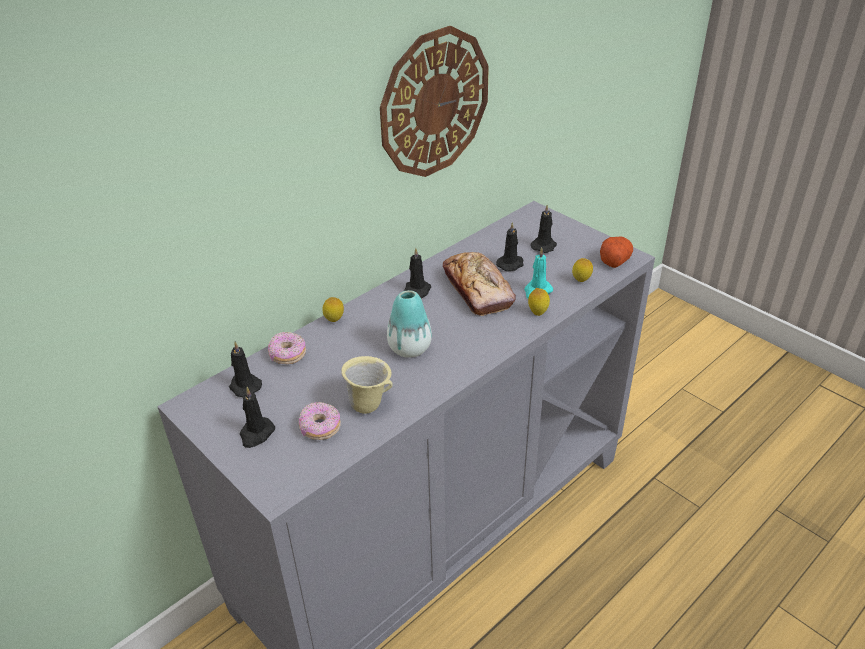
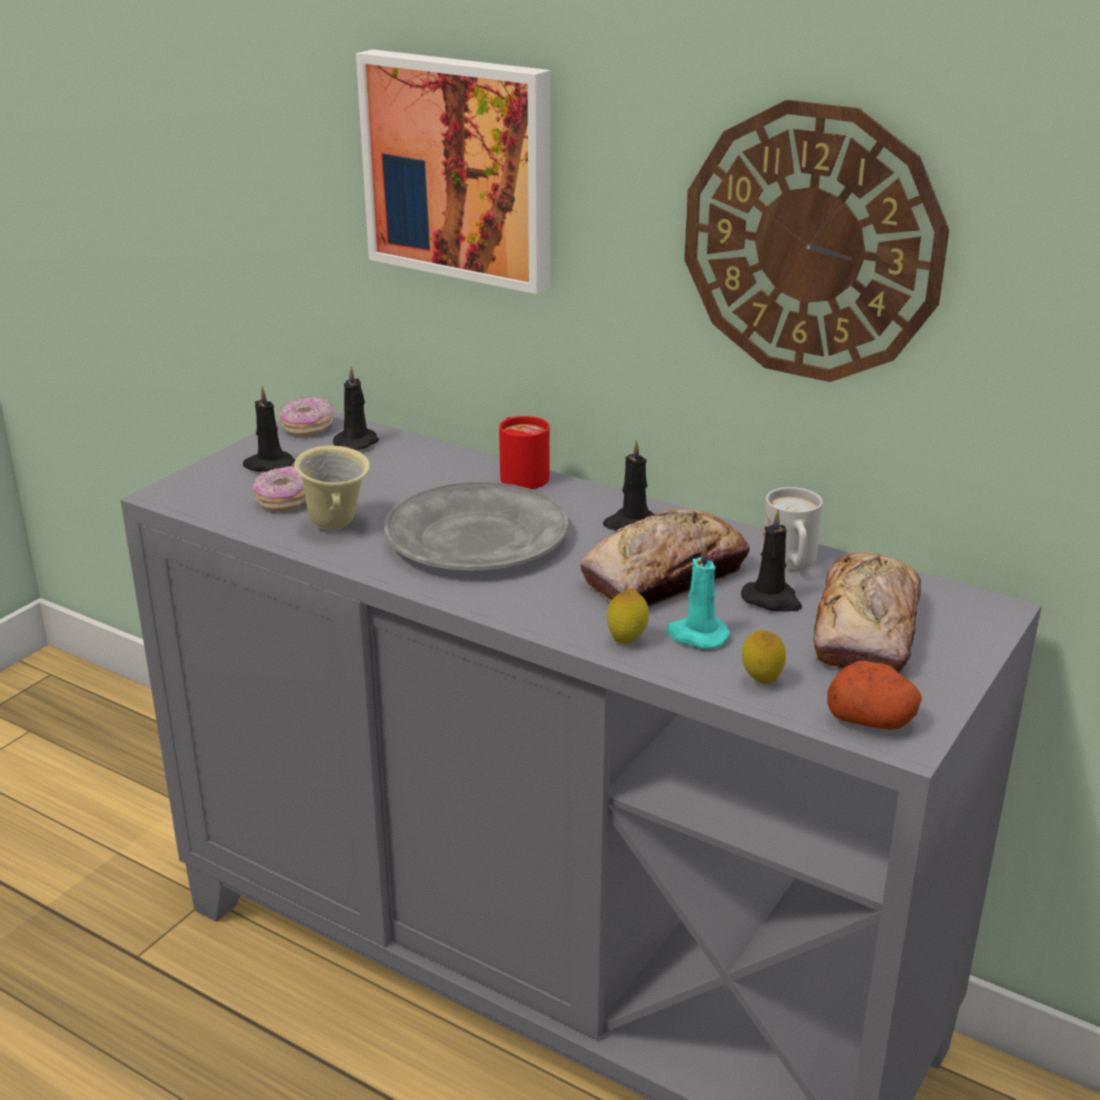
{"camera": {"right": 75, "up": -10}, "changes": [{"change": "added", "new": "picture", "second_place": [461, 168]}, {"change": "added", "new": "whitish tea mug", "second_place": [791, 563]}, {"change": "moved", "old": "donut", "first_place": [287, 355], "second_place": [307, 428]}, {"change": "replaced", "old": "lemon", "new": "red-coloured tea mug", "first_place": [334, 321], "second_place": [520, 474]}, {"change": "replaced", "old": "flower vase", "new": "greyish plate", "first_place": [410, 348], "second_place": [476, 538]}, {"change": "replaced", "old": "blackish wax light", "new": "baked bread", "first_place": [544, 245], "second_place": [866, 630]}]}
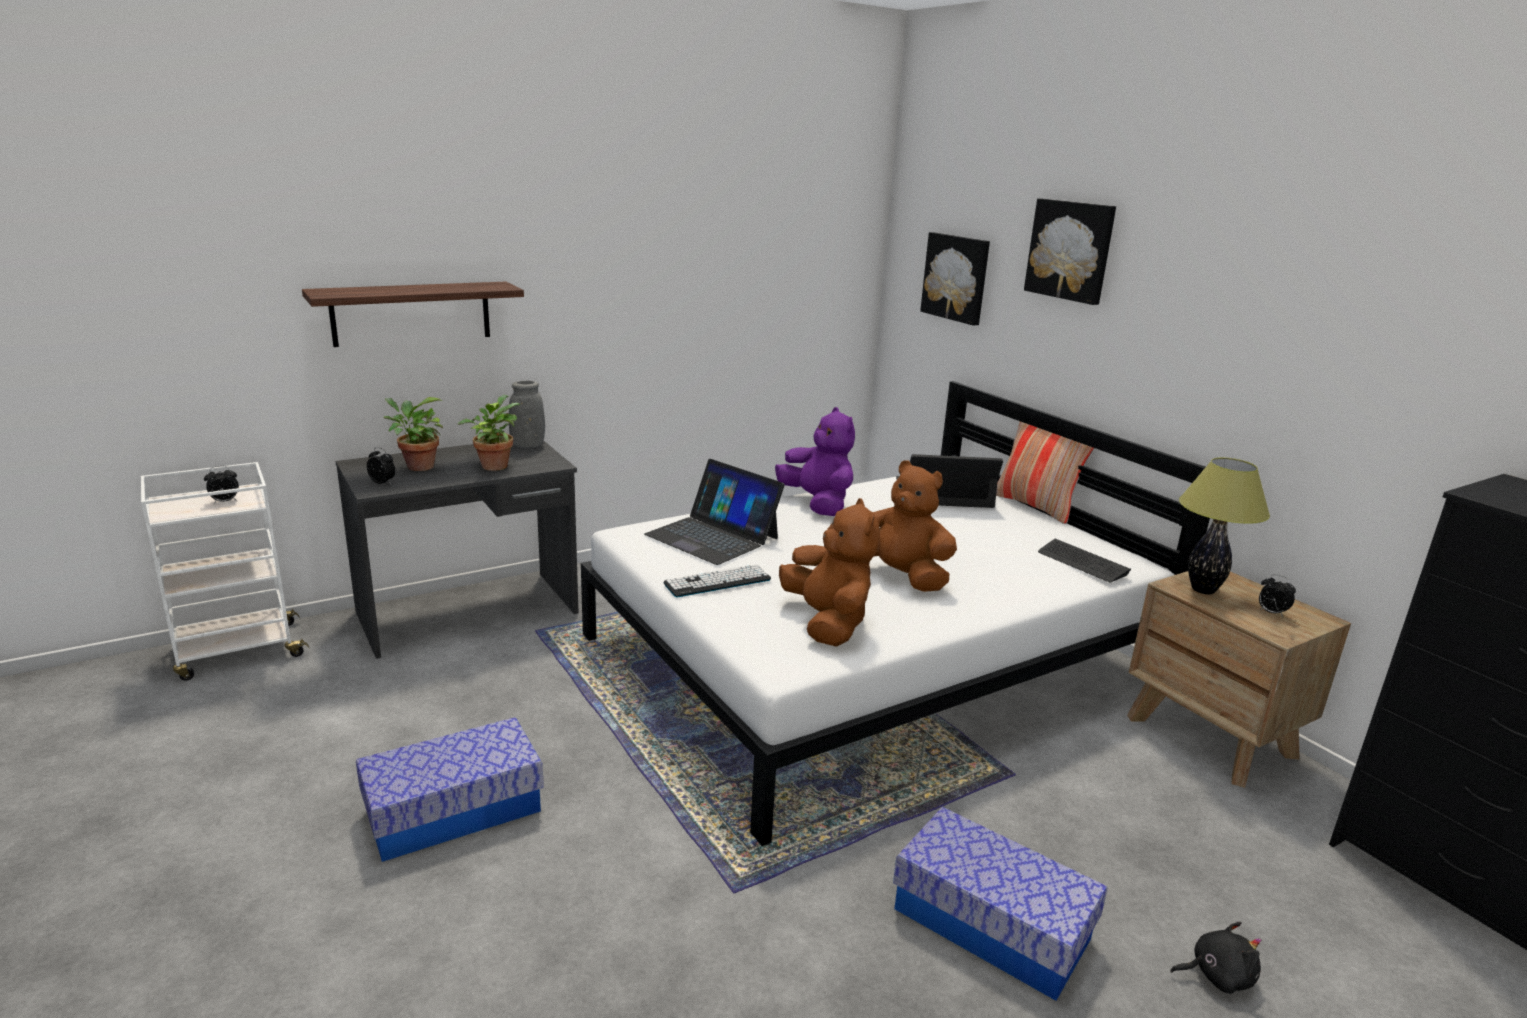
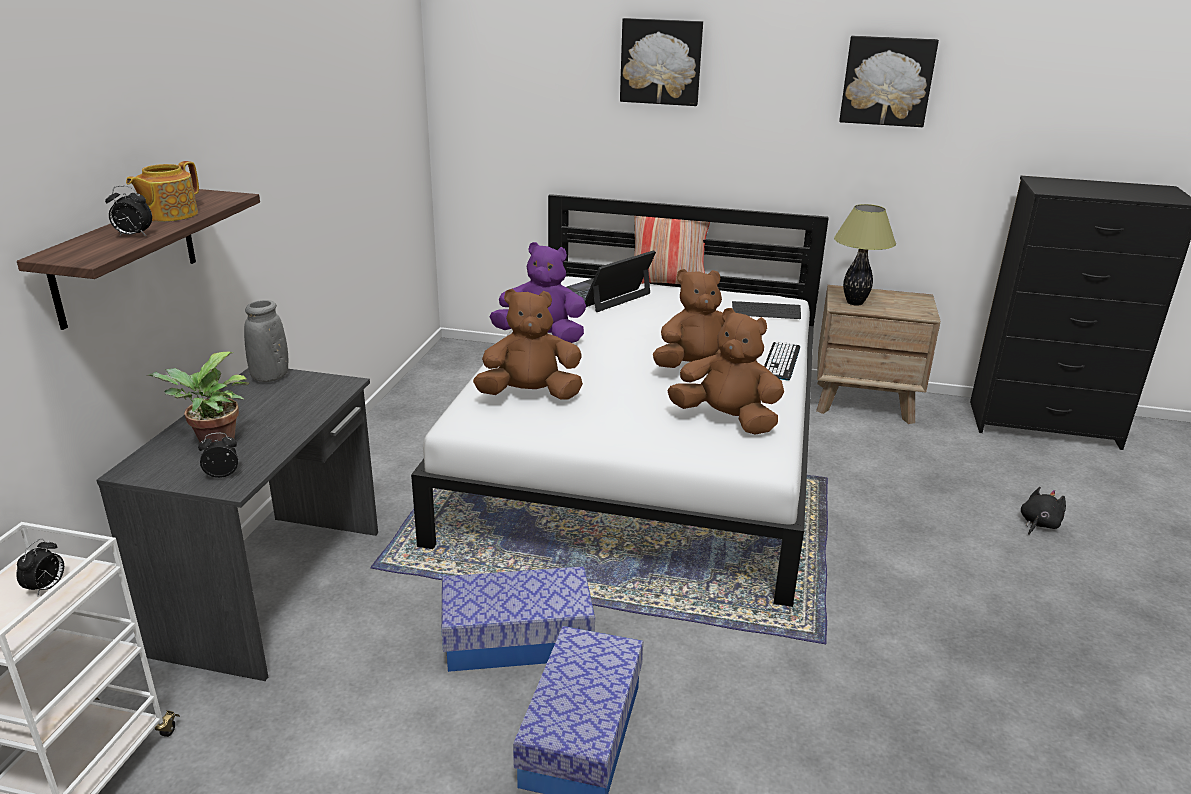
{"camera": {"right": -45, "up": 5}, "changes": [{"change": "removed", "old": "plant in a pot", "first_place": [494, 465]}, {"change": "added", "new": "tea pot", "second_place": [168, 215]}, {"change": "moved", "old": "keyboard", "first_place": [717, 582], "second_place": [781, 361]}, {"change": "moved", "old": "storage box", "first_place": [991, 924], "second_place": [517, 639]}, {"change": "moved", "old": "picture", "first_place": [956, 277], "second_place": [887, 81]}, {"change": "moved", "old": "bedside clock", "first_place": [1271, 613], "second_place": [133, 236]}, {"change": "replaced", "old": "laptop", "new": "brownish cuddly toy", "first_place": [713, 536], "second_place": [530, 395]}]}
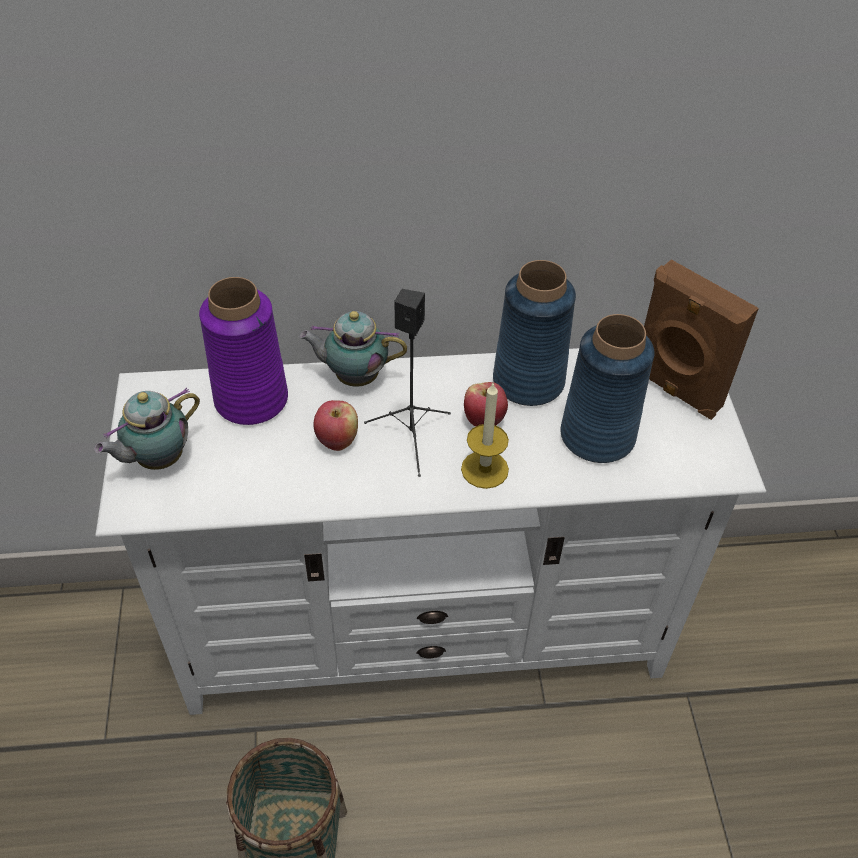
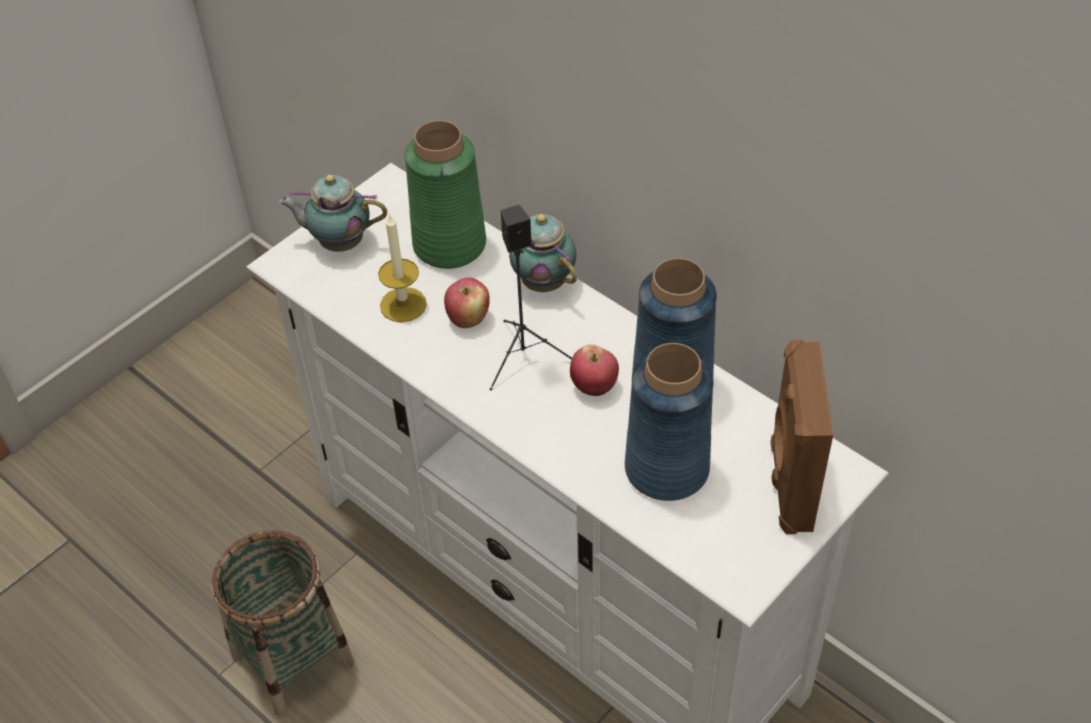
{"camera": {"right": 50, "up": 0}, "changes": [{"change": "moved", "old": "wax light", "first_place": [484, 469], "second_place": [403, 304]}, {"change": "recoloured", "old": "purple flower vase", "new": "greenish flower vase", "first_place": [251, 399], "second_place": [450, 244]}]}
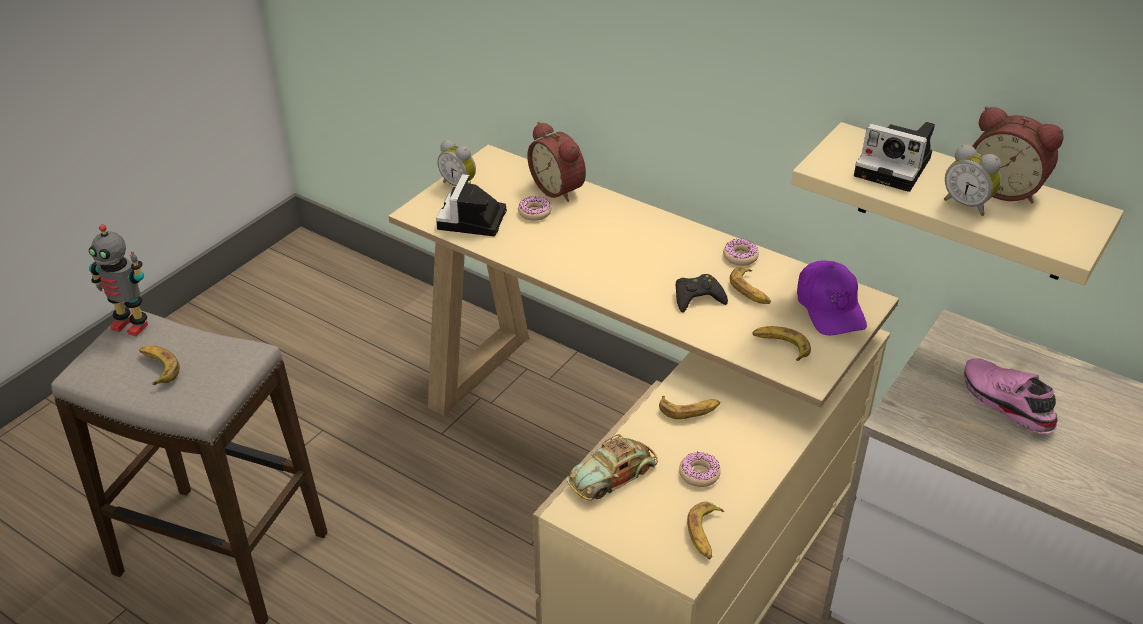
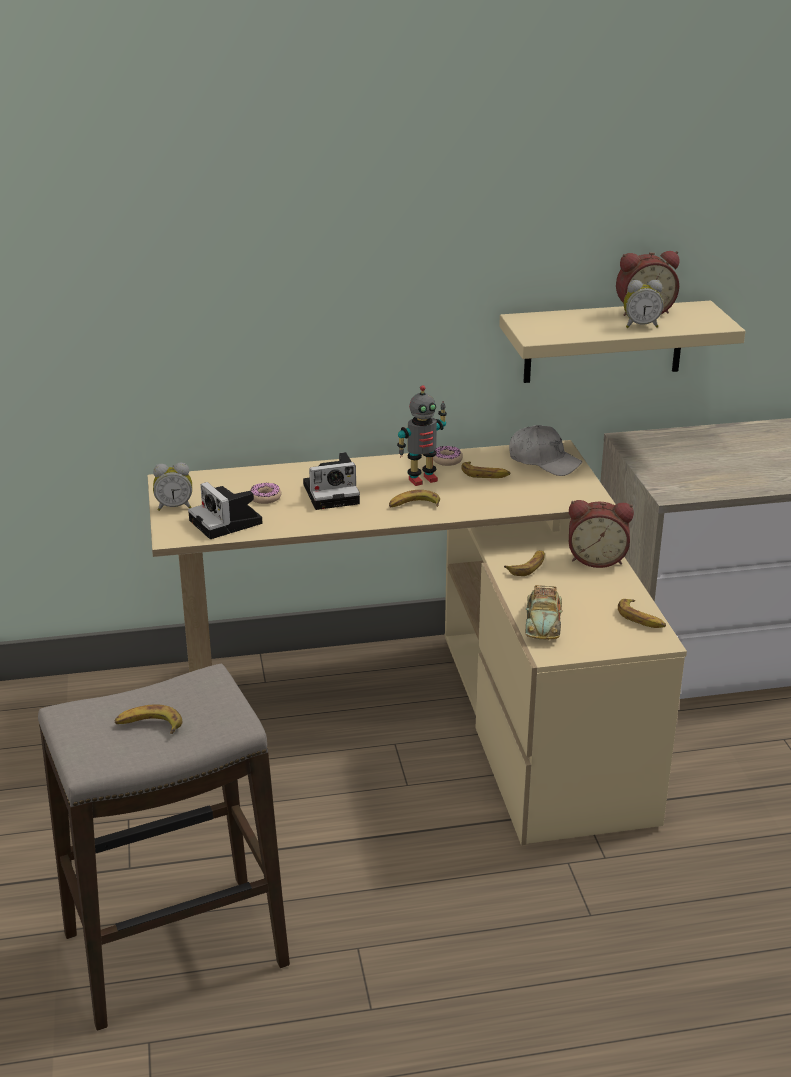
{"camera": {"right": -45, "up": -10}, "changes": [{"change": "removed", "old": "blackish gamepad", "first_place": [697, 297]}, {"change": "removed", "old": "donut", "first_place": [699, 474]}, {"change": "removed", "old": "pinkish shoe", "first_place": [1004, 404]}, {"change": "moved", "old": "robot figure", "first_place": [131, 325], "second_place": [422, 479]}, {"change": "moved", "old": "bedside clock", "first_place": [559, 188], "second_place": [596, 558]}, {"change": "moved", "old": "banana fruit", "first_place": [781, 346], "second_place": [414, 505]}, {"change": "moved", "old": "still camera", "first_place": [896, 167], "second_place": [333, 493]}, {"change": "recoloured", "old": "purple peaked cap", "new": "whitish peaked cap", "first_place": [830, 308], "second_place": [544, 461]}]}
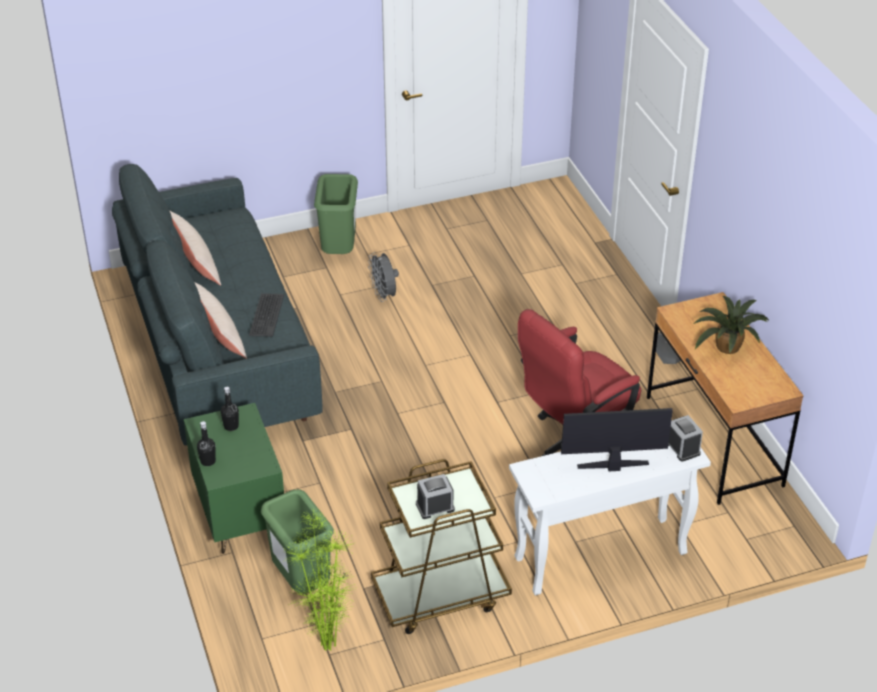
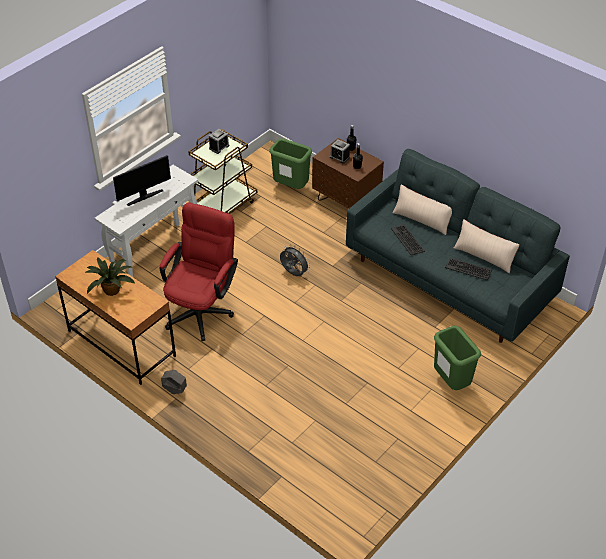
{"camera": {"right": 150, "up": 5}, "changes": [{"change": "removed", "old": "plant in a pot", "first_place": [326, 645]}, {"change": "added", "new": "keyboard", "second_place": [468, 269]}, {"change": "moved", "old": "greyish fan", "first_place": [384, 295], "second_place": [293, 273]}, {"change": "moved", "old": "bedside clock", "first_place": [682, 448], "second_place": [339, 157]}, {"change": "recoloured", "old": "greenish nightstand", "new": "brownish nightstand", "first_place": [240, 517], "second_place": [346, 202]}]}
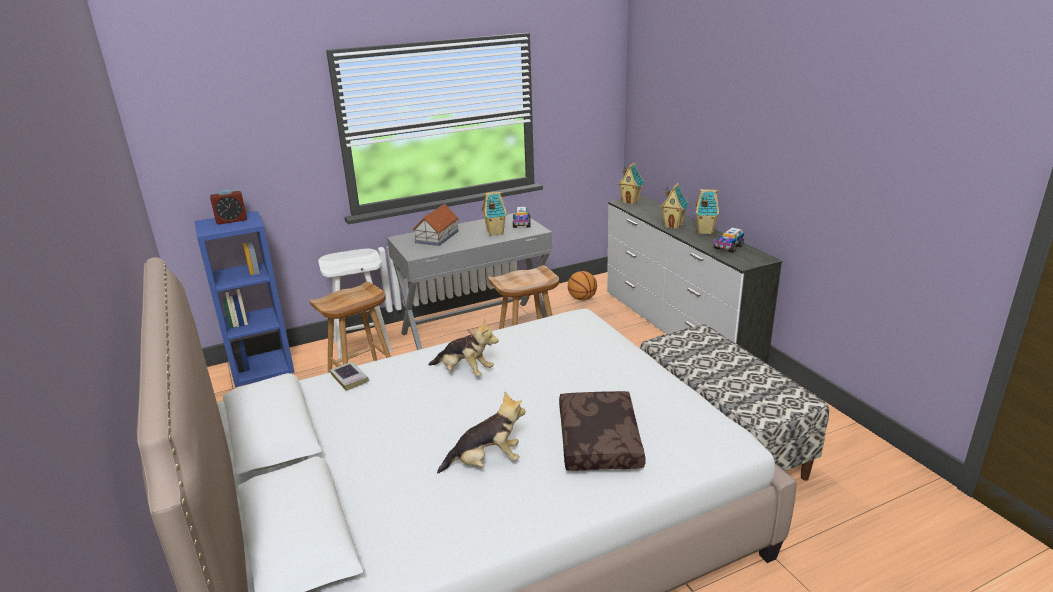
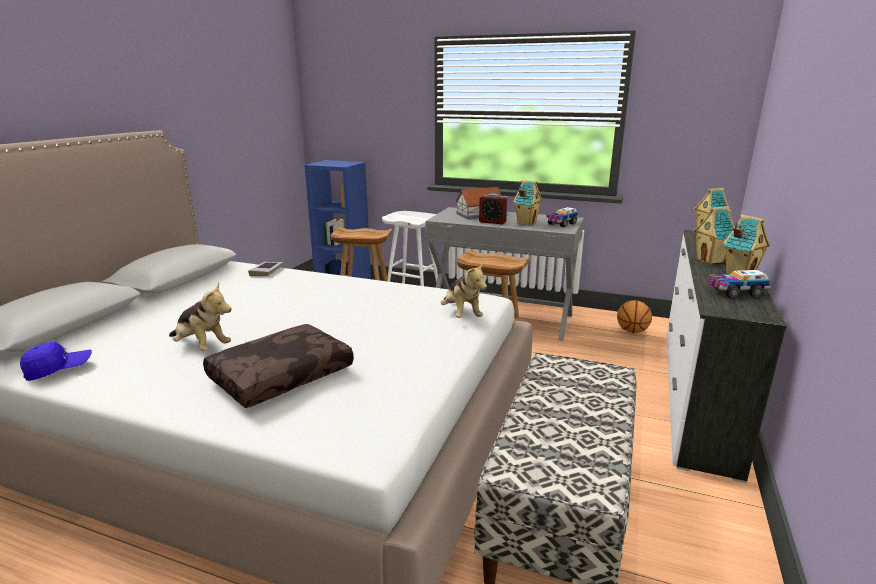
{"camera": {"right": 45, "up": -5}, "changes": [{"change": "added", "new": "blue-coloured peaked cap", "second_place": [59, 370]}, {"change": "moved", "old": "bedside clock", "first_place": [231, 220], "second_place": [492, 222]}, {"change": "moved", "old": "cuddly toy", "first_place": [464, 372], "second_place": [461, 314]}]}
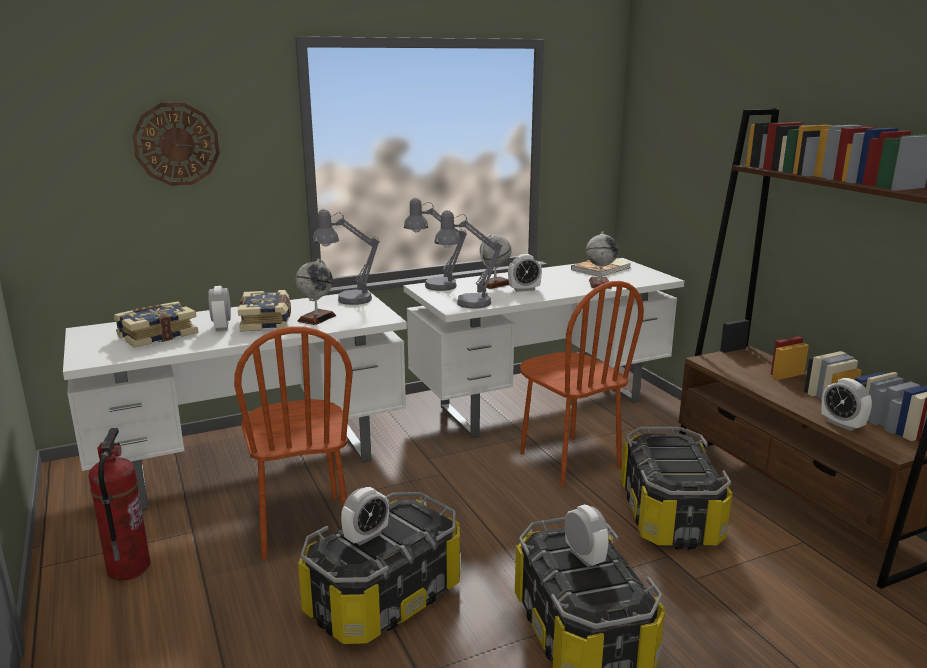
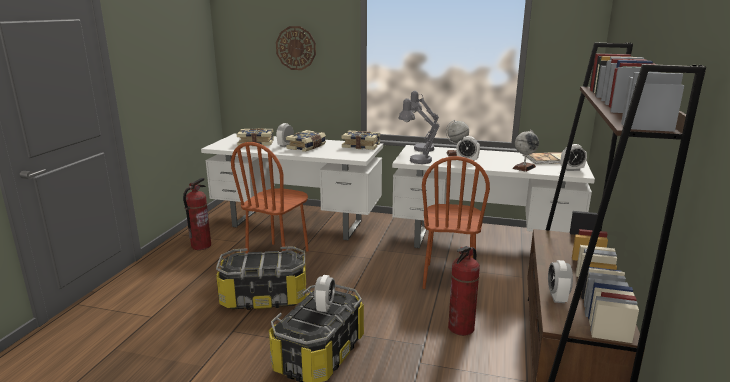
{"camera": {"right": 40, "up": 0}, "changes": [{"change": "removed", "old": "world globe", "first_place": [317, 318]}, {"change": "moved", "old": "bedside clock", "first_place": [366, 536], "second_place": [571, 169]}, {"change": "replaced", "old": "greyish tabletop lamp", "new": "bound book", "first_place": [347, 300], "second_place": [361, 146]}, {"change": "replaced", "old": "storage box", "new": "fire-fighting cylinder", "first_place": [670, 515], "second_place": [461, 328]}]}
